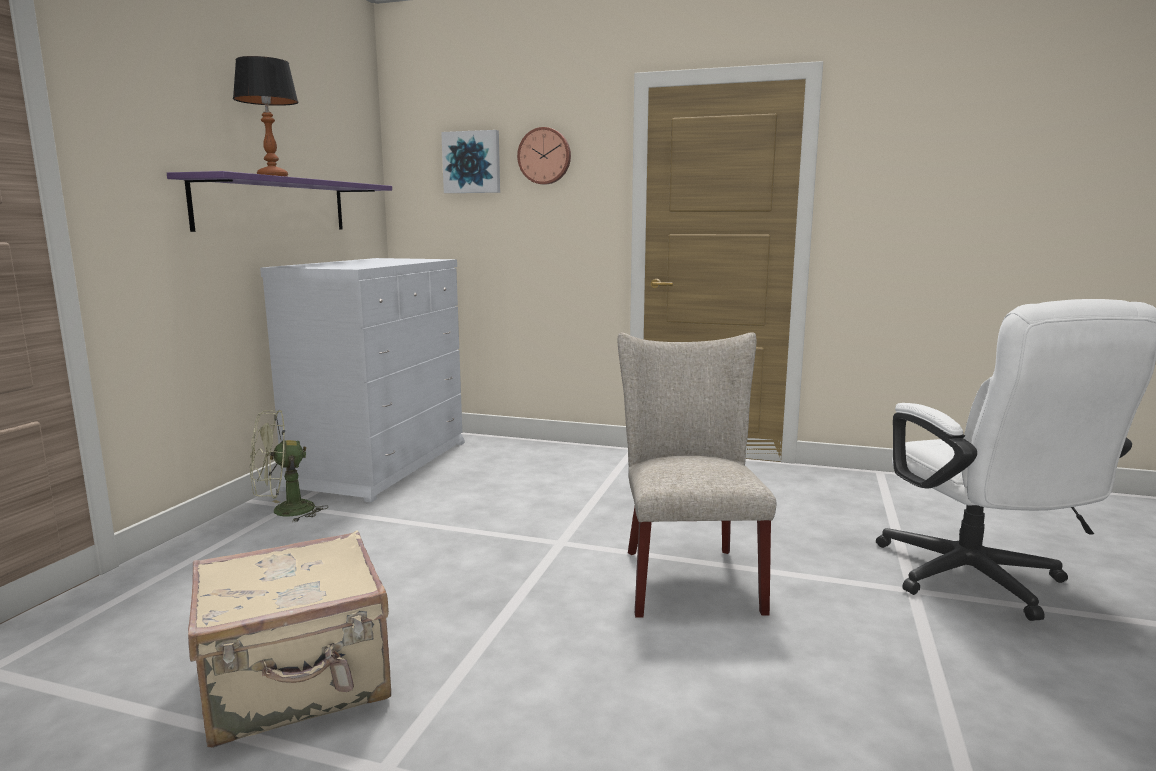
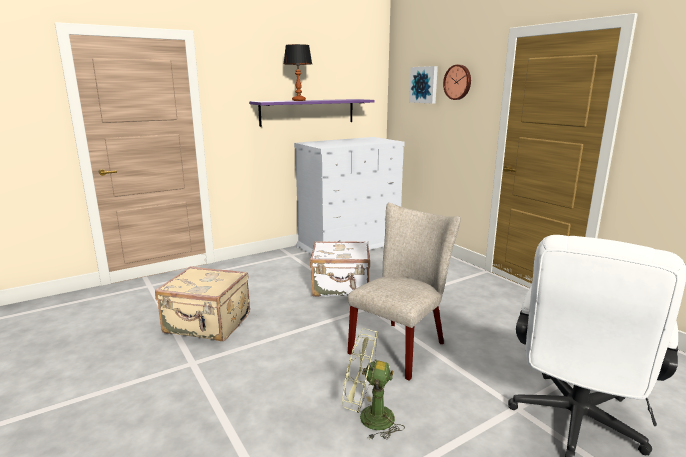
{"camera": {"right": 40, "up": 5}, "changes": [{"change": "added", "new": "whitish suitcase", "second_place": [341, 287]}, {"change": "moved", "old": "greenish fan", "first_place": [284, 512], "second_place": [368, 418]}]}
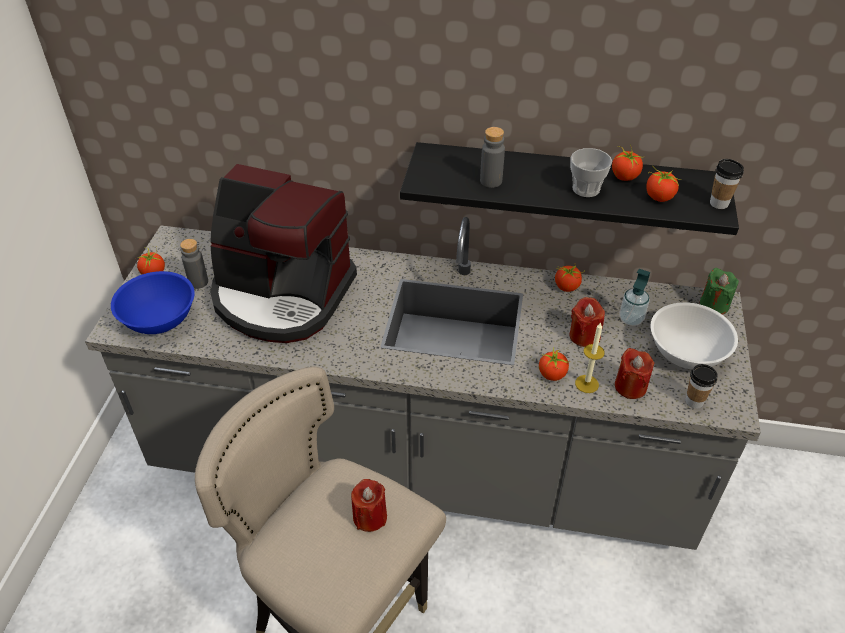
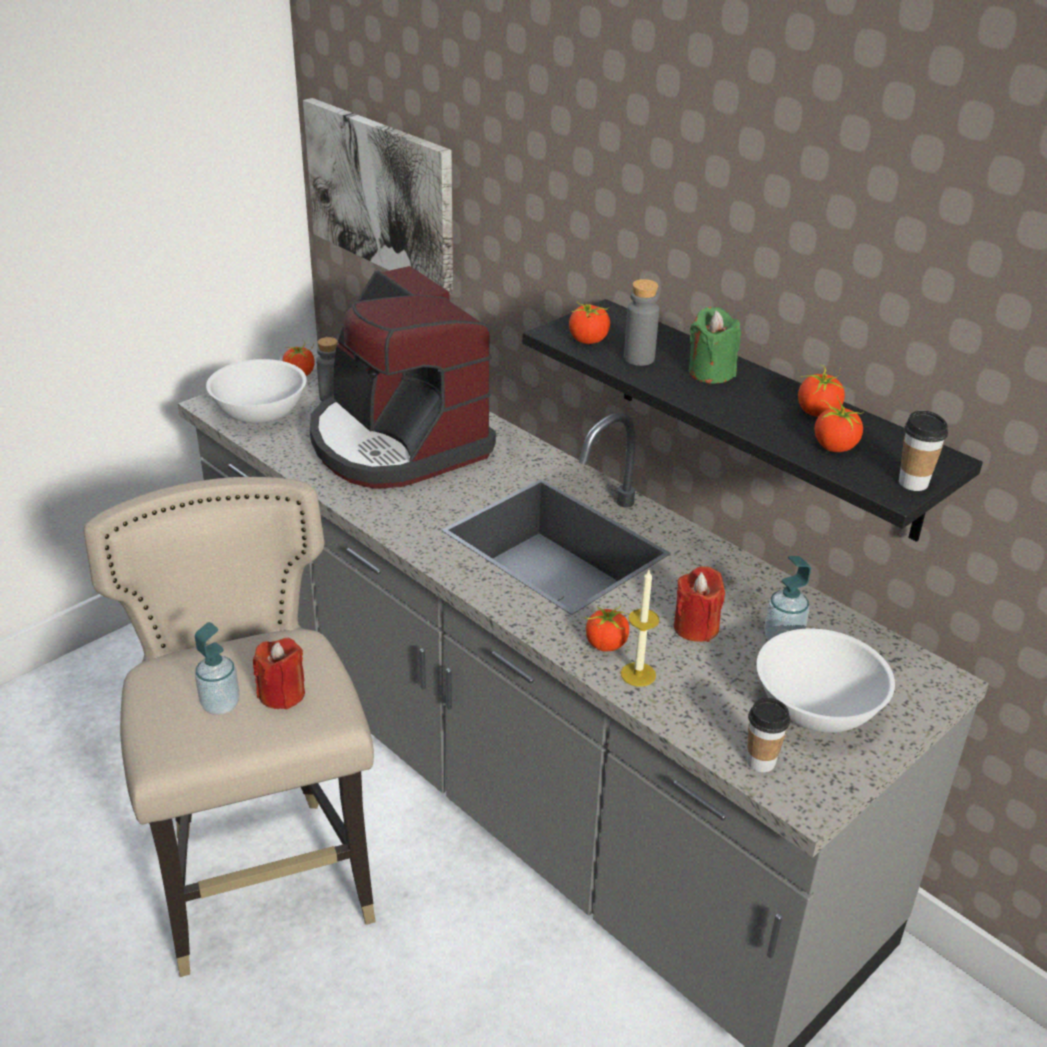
{"camera": {"right": 35, "up": -10}, "changes": [{"change": "removed", "old": "small cup", "first_place": [586, 189]}, {"change": "removed", "old": "red-coloured wax light", "first_place": [630, 386]}, {"change": "added", "new": "soap bottle", "second_place": [220, 705]}, {"change": "added", "new": "picture", "second_place": [381, 193]}, {"change": "moved", "old": "tomato", "first_place": [567, 287], "second_place": [588, 340]}, {"change": "moved", "old": "greenish wax light", "first_place": [714, 305], "second_place": [711, 373]}, {"change": "recoloured", "old": "blue-coloured bowl", "new": "whitish bowl", "first_place": [160, 319], "second_place": [260, 413]}]}
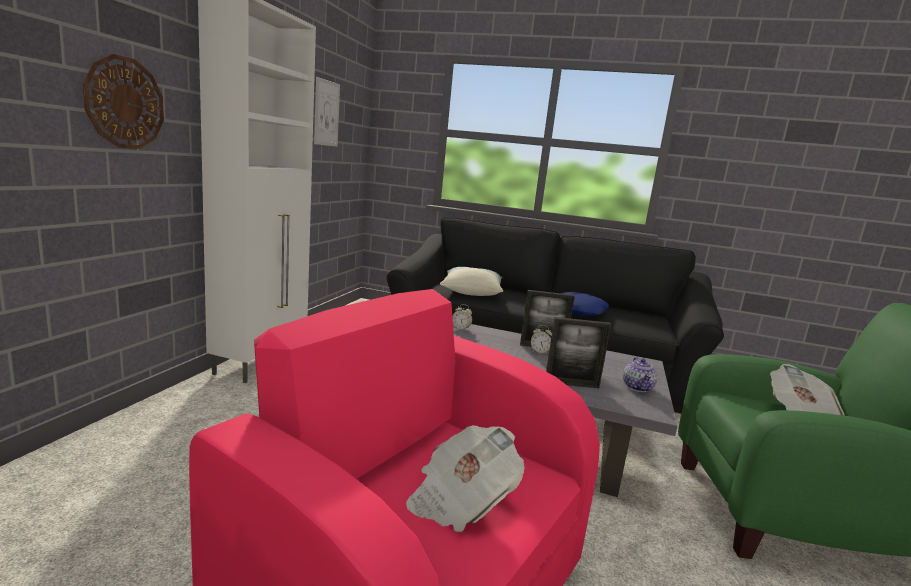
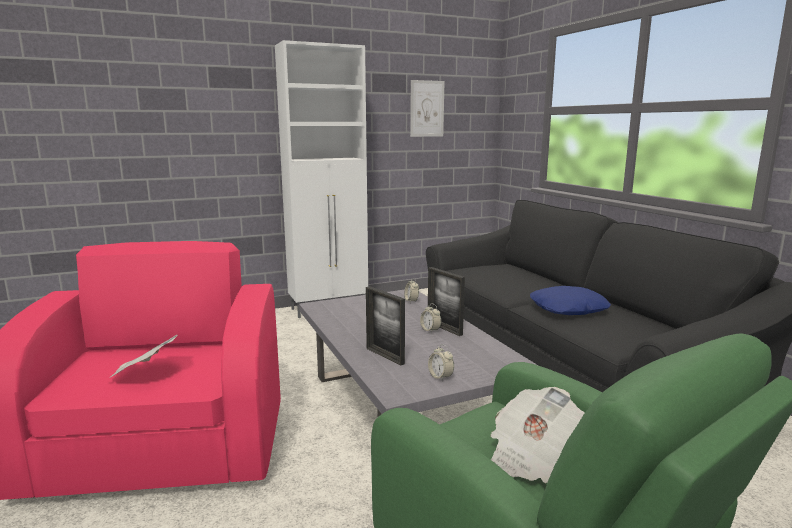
{"camera": {"right": 50, "up": 0}, "changes": [{"change": "removed", "old": "wall clock", "first_place": [125, 103]}, {"change": "removed", "old": "throw pillow", "first_place": [471, 291]}, {"change": "replaced", "old": "tea pot", "new": "bedside clock", "first_place": [637, 387], "second_place": [440, 377]}]}
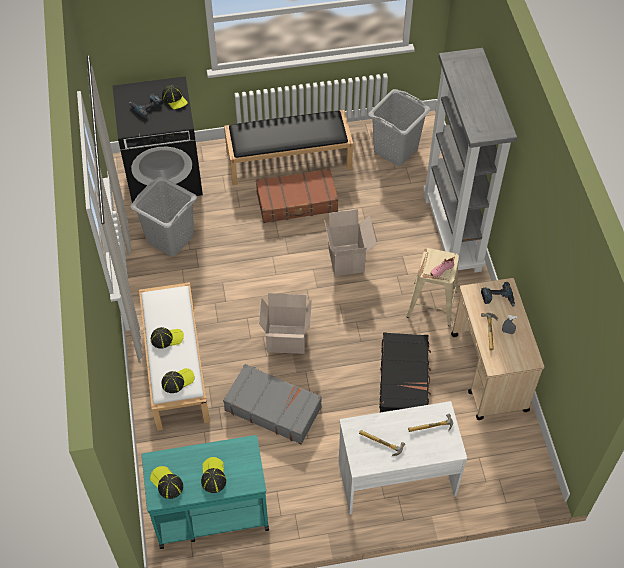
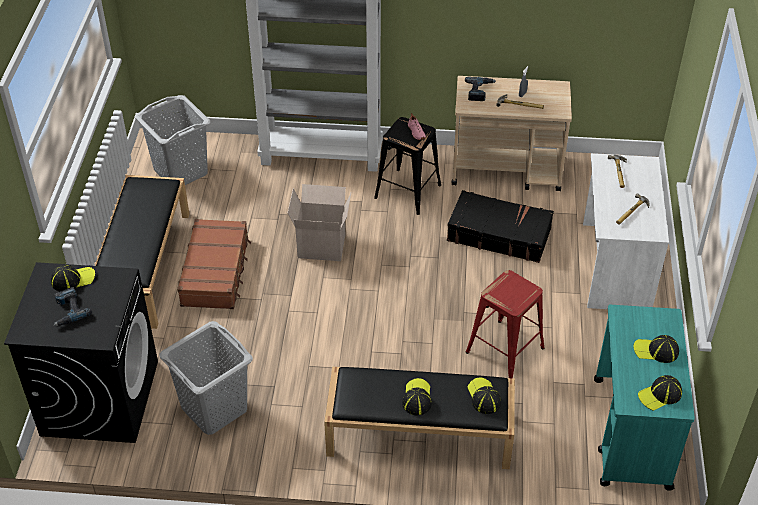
{"camera": {"right": -75, "up": -10}, "changes": [{"change": "removed", "old": "packing box", "first_place": [285, 340]}, {"change": "replaced", "old": "greyish suitcase", "new": "red-coloured stool seat", "first_place": [273, 408], "second_place": [505, 350]}, {"change": "recoloured", "old": "whitish bench", "new": "blackish bench", "first_place": [175, 365], "second_place": [418, 435]}, {"change": "recoloured", "old": "beige stool seat", "new": "blackish stool seat", "first_place": [432, 303], "second_place": [408, 191]}]}
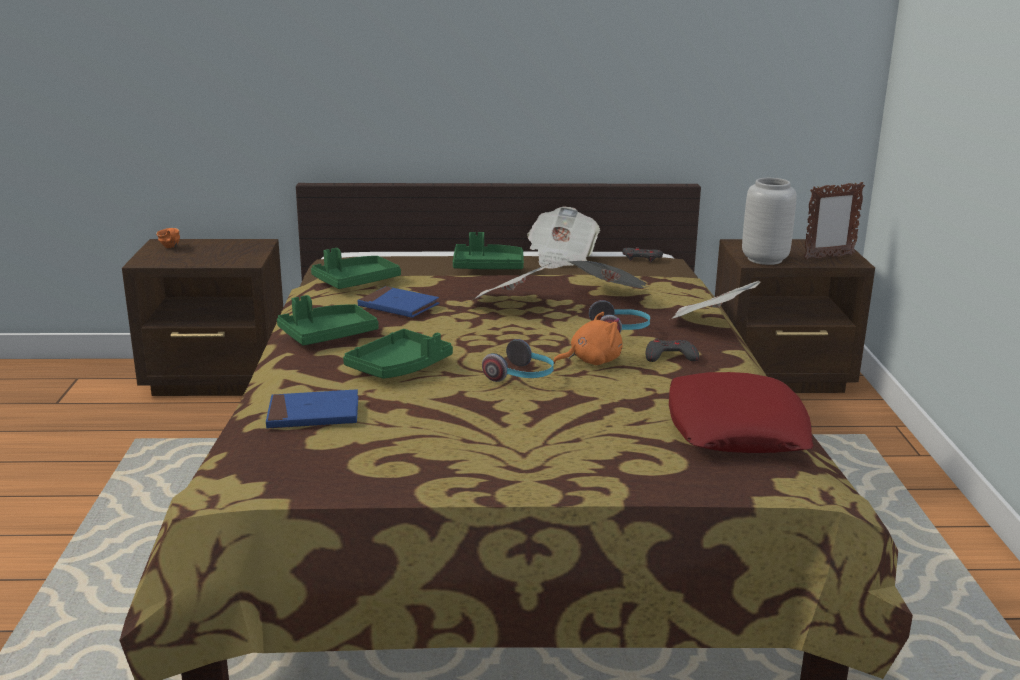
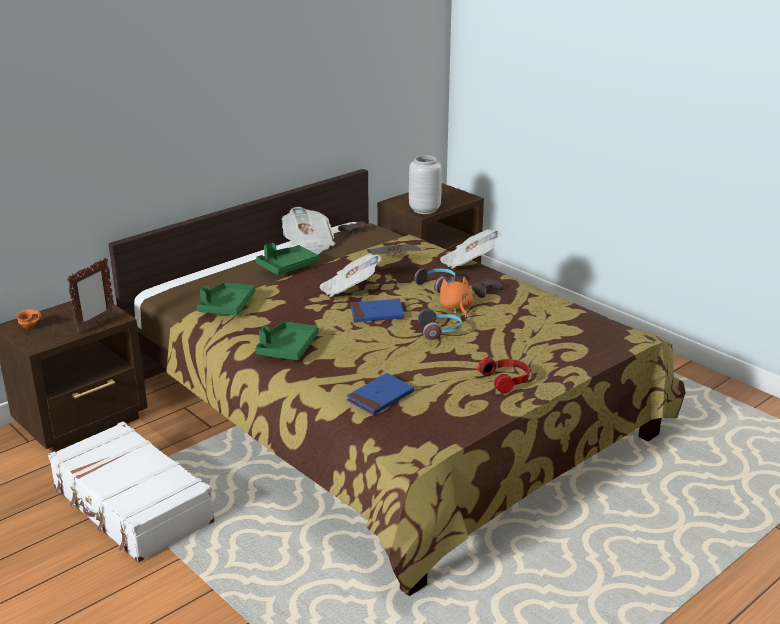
{"camera": {"right": -40, "up": 5}, "changes": [{"change": "removed", "old": "greenish carrying tray", "first_place": [399, 367]}, {"change": "removed", "old": "red-coloured throw pillow", "first_place": [736, 428]}, {"change": "added", "new": "whitish suitcase", "second_place": [131, 506]}, {"change": "added", "new": "pair of headphones", "second_place": [506, 380]}, {"change": "moved", "old": "blue-coloured bound book", "first_place": [398, 306], "second_place": [377, 313]}, {"change": "moved", "old": "picture frame", "first_place": [828, 257], "second_place": [95, 325]}, {"change": "turned", "old": "orange cuddly toy", "first_place": [591, 361], "second_place": [456, 308], "degrees": -45}]}
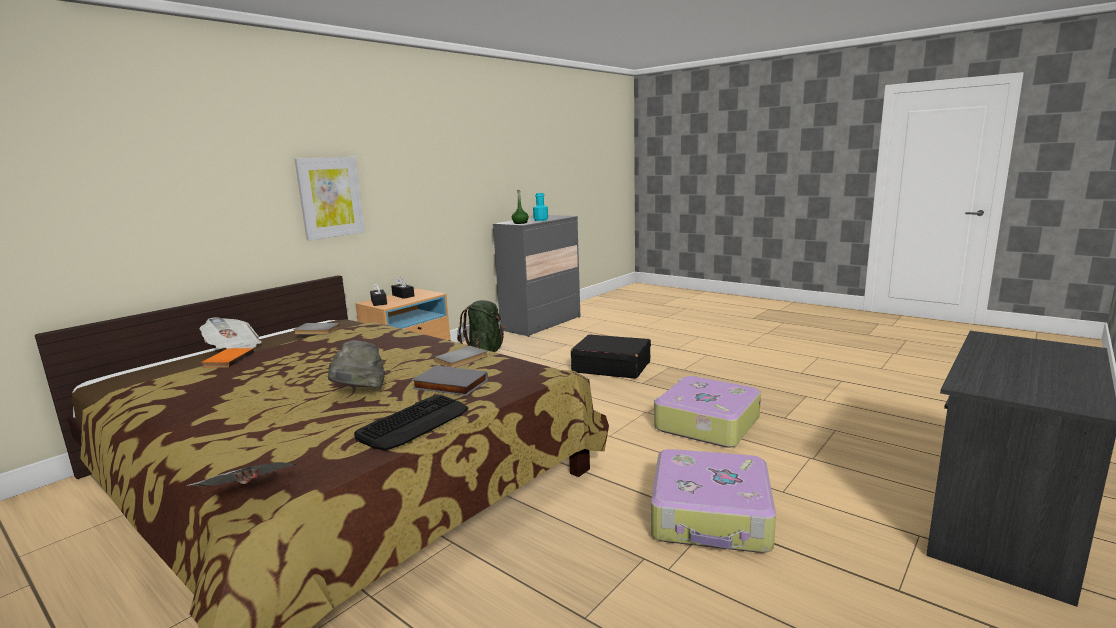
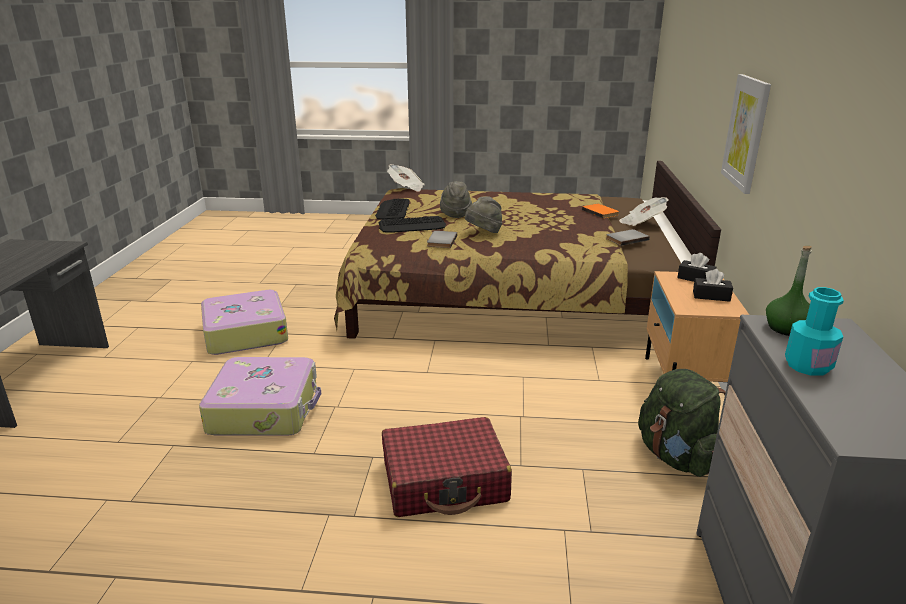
{"camera": {"right": 145, "up": 10}, "changes": [{"change": "added", "new": "greyish clothing hat", "second_place": [483, 233]}, {"change": "replaced", "old": "greyish bound book", "new": "keyboard", "first_place": [449, 385], "second_place": [412, 226]}, {"change": "recoloured", "old": "blackish suitcase", "new": "red-coloured suitcase", "first_place": [611, 367], "second_place": [445, 481]}]}
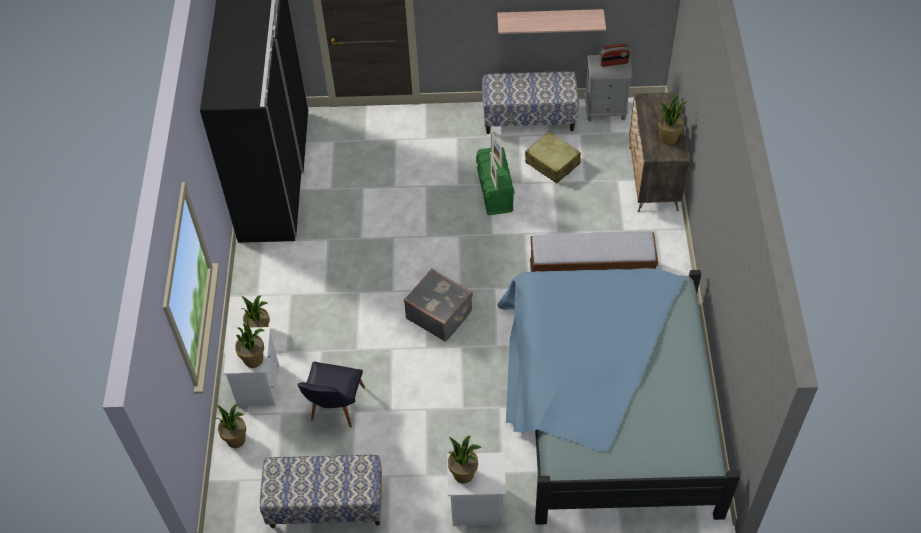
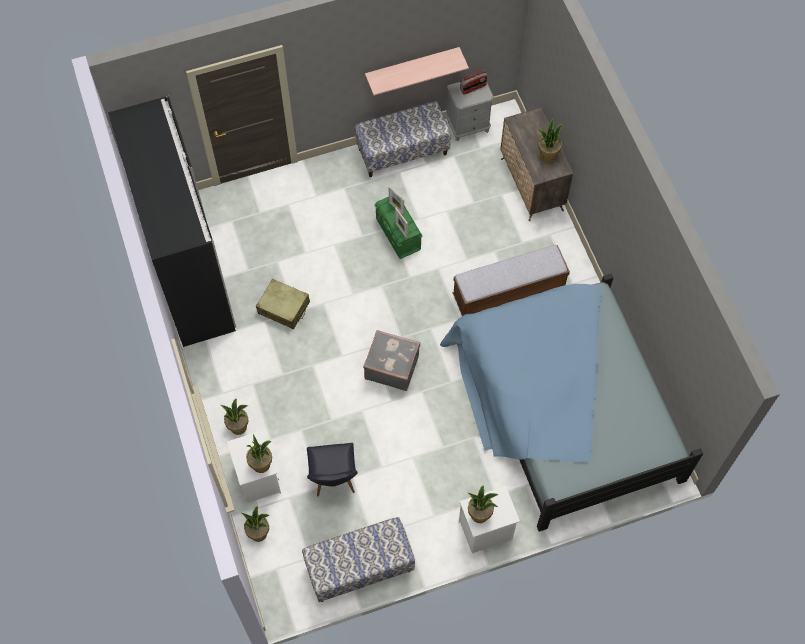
{"camera": {"right": -20, "up": 10}, "changes": [{"change": "moved", "old": "beige suitcase", "first_place": [552, 163], "second_place": [284, 308]}]}
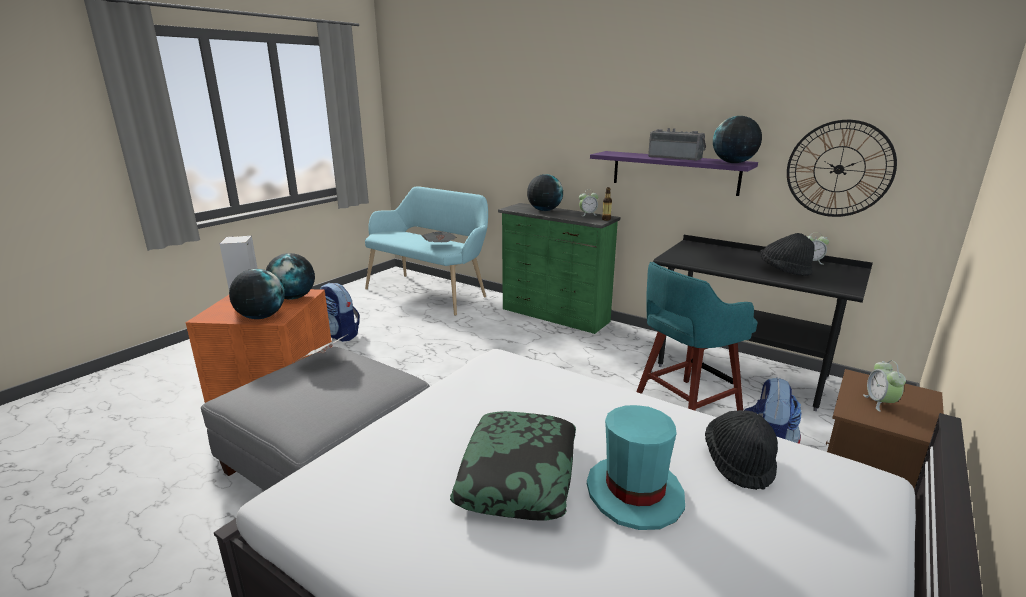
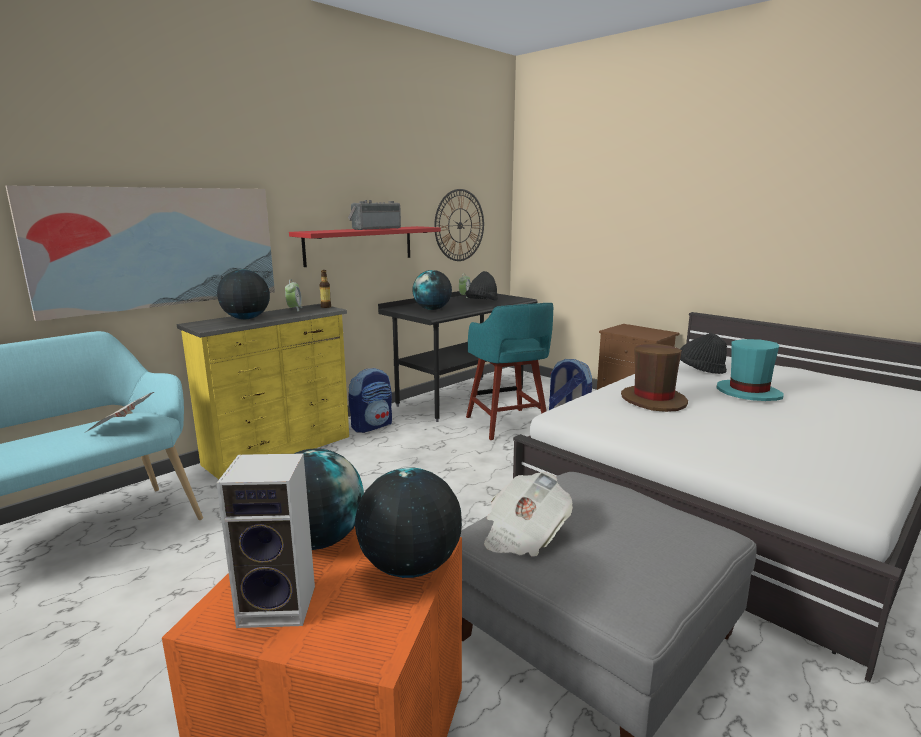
{"camera": {"right": -80, "up": -5}, "changes": [{"change": "removed", "old": "throw pillow", "first_place": [519, 475]}, {"change": "removed", "old": "bedside clock", "first_place": [879, 403]}, {"change": "added", "new": "picture", "second_place": [161, 247]}, {"change": "added", "new": "brownish clothing hat", "second_place": [653, 400]}, {"change": "moved", "old": "rucksack", "first_place": [340, 335], "second_place": [372, 426]}, {"change": "moved", "old": "world globe", "first_place": [733, 163], "second_place": [432, 309]}, {"change": "recoloured", "old": "greenish dresser", "new": "yellow-coloured dresser", "first_place": [554, 316], "second_place": [281, 450]}, {"change": "recoloured", "old": "purple bracket shelf", "new": "red-coloured bracket shelf", "first_place": [674, 172], "second_place": [359, 245]}]}
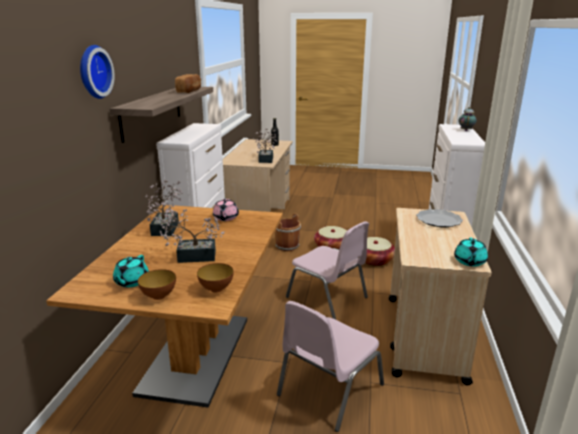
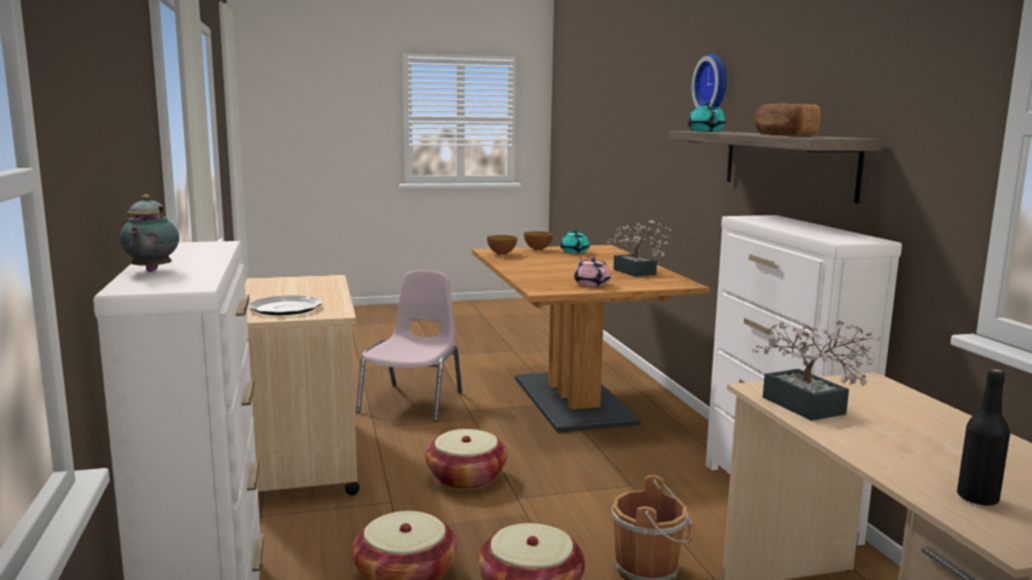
{"camera": {"right": 155, "up": -10}, "changes": [{"change": "removed", "old": "plant in a pot", "first_place": [192, 256]}, {"change": "moved", "old": "turquoise-coloured tea pot", "first_place": [469, 262], "second_place": [705, 131]}, {"change": "replaced", "old": "pinkish upright chair", "new": "household basket", "first_place": [328, 298], "second_place": [466, 478]}]}
